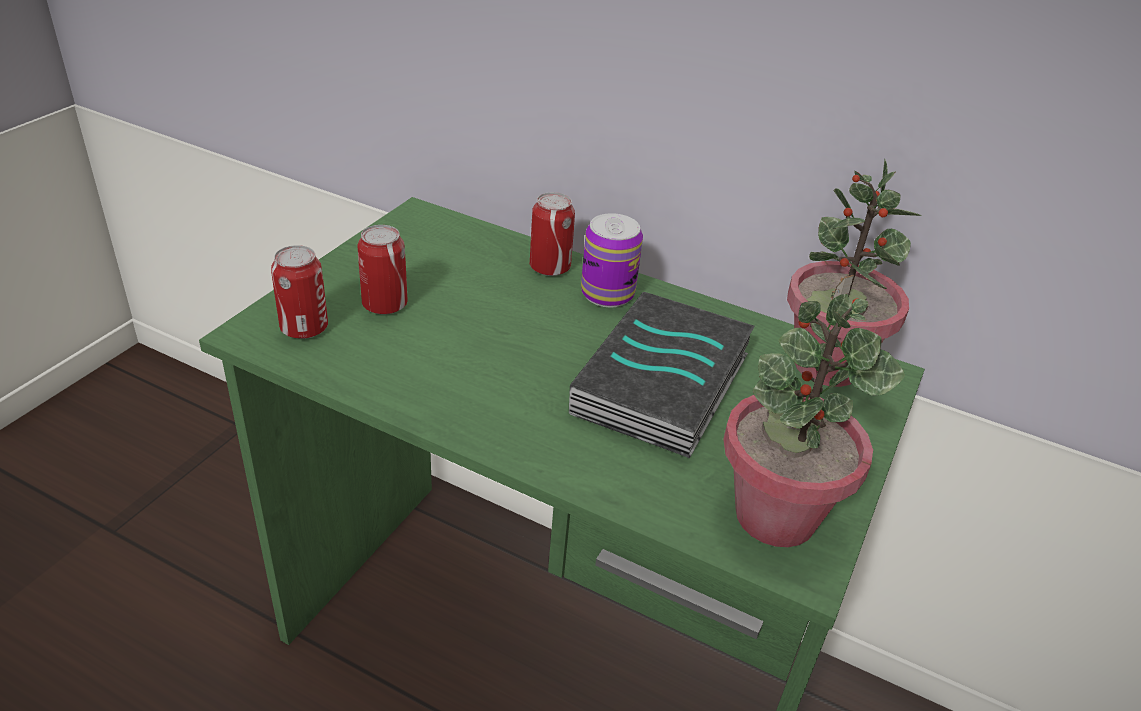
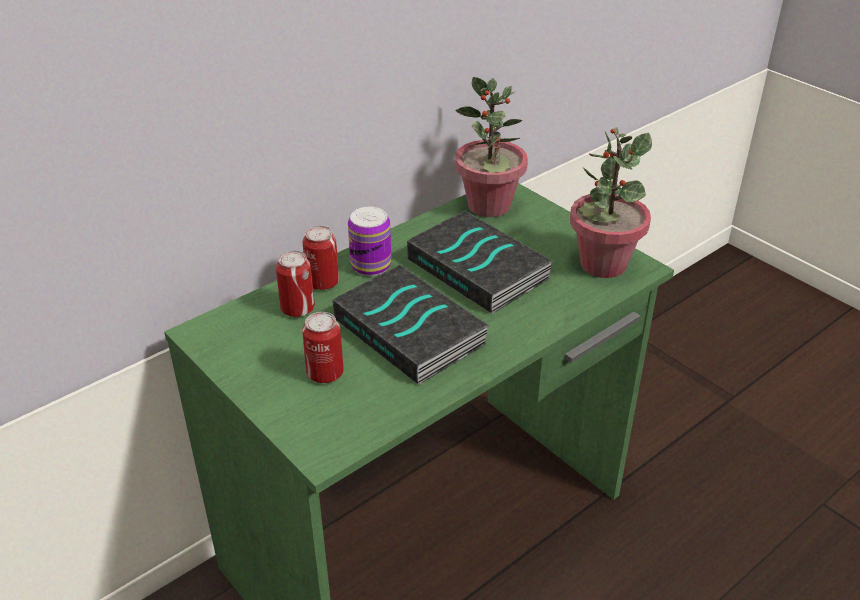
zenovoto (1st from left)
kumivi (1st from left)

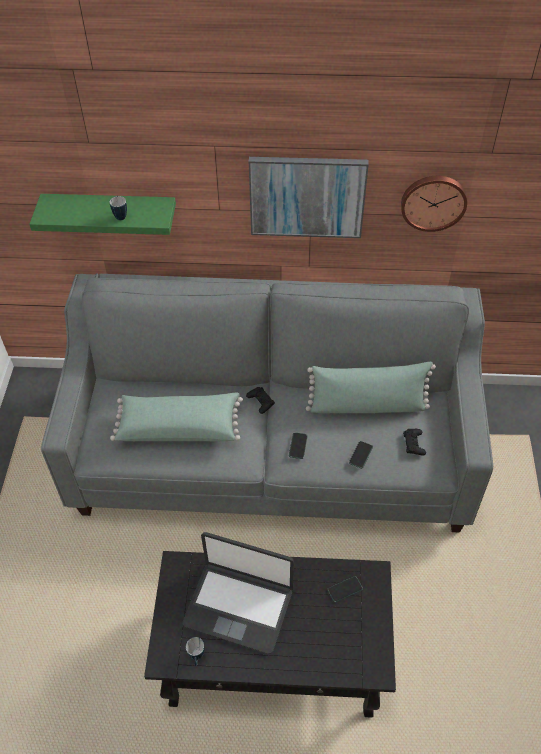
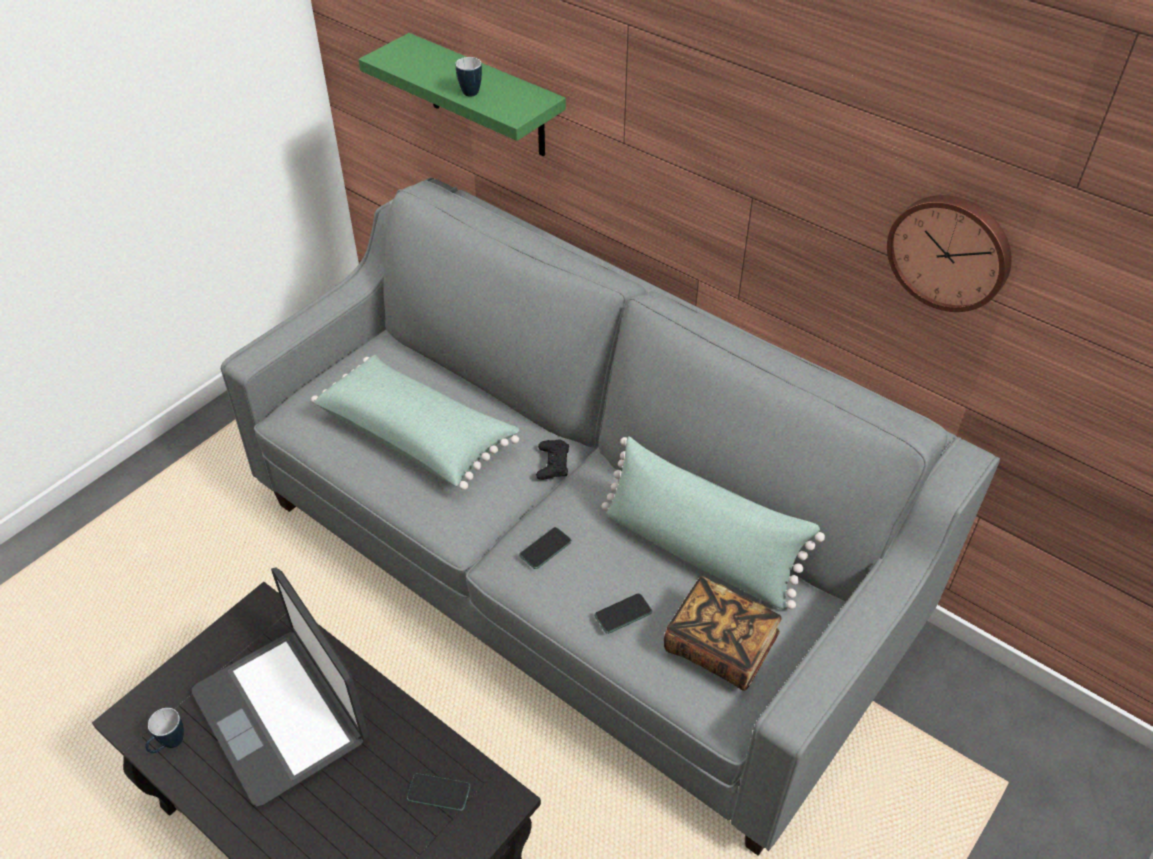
kumivi
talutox

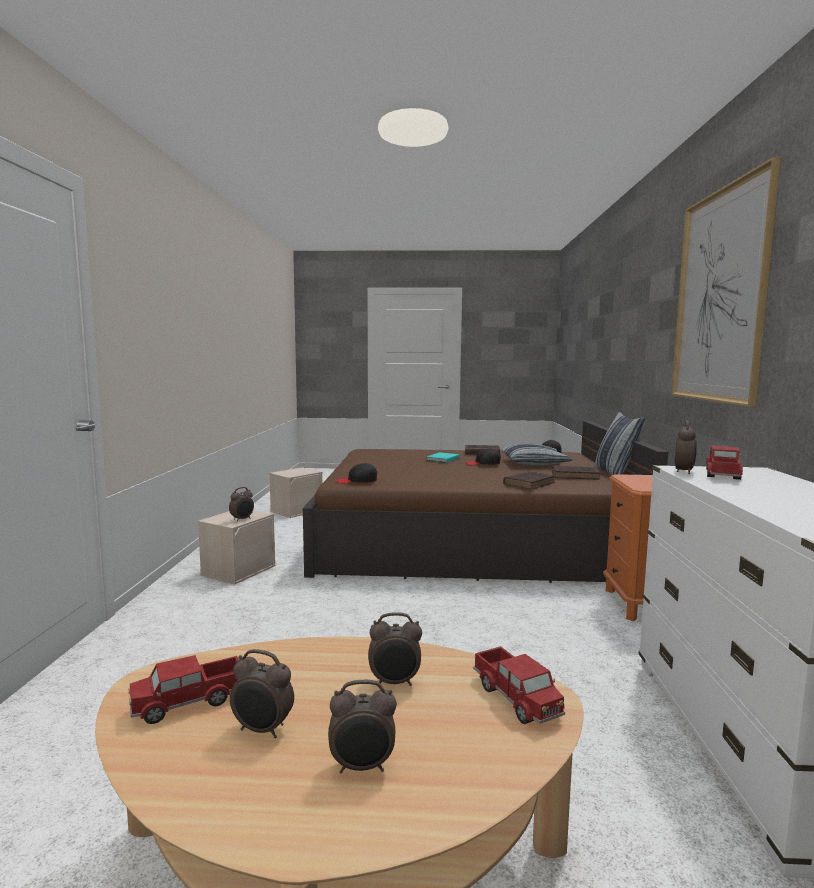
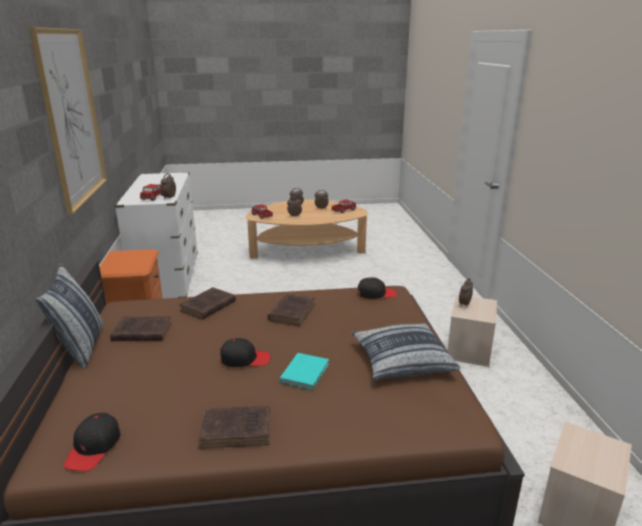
brown kumivi (4th from left)
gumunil (2nd from left)

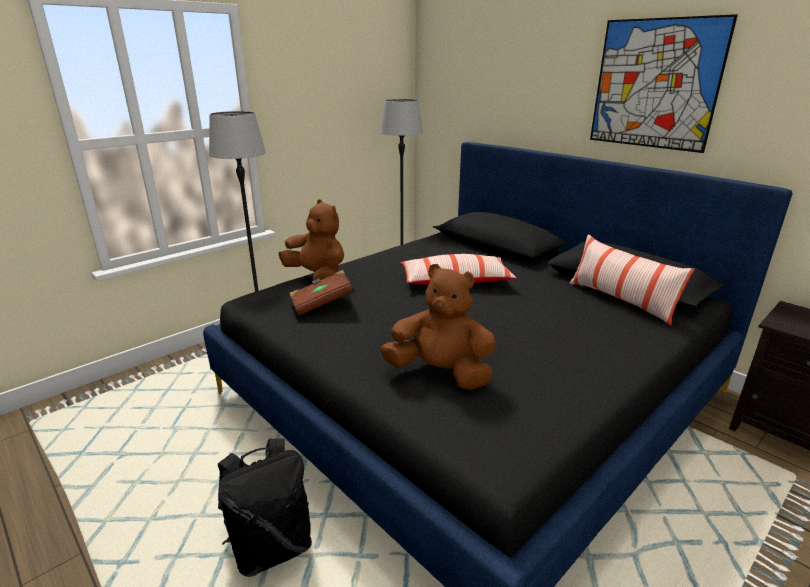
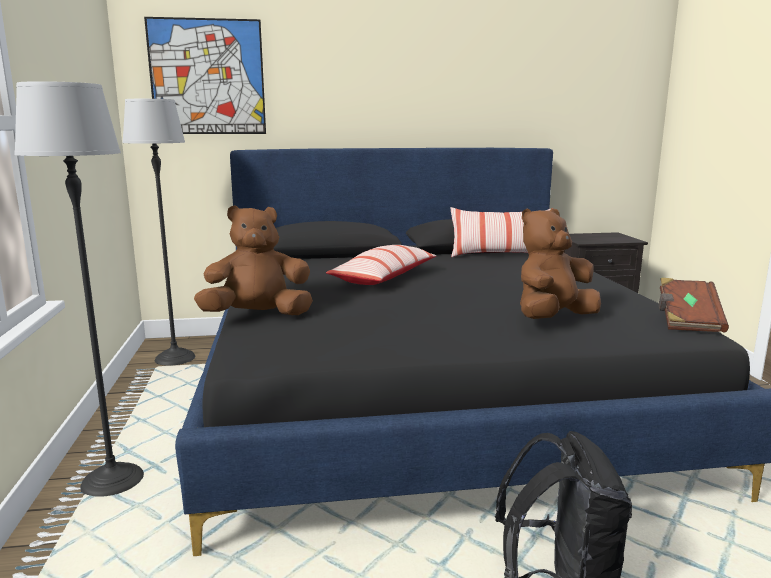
talutox
brown kumivi

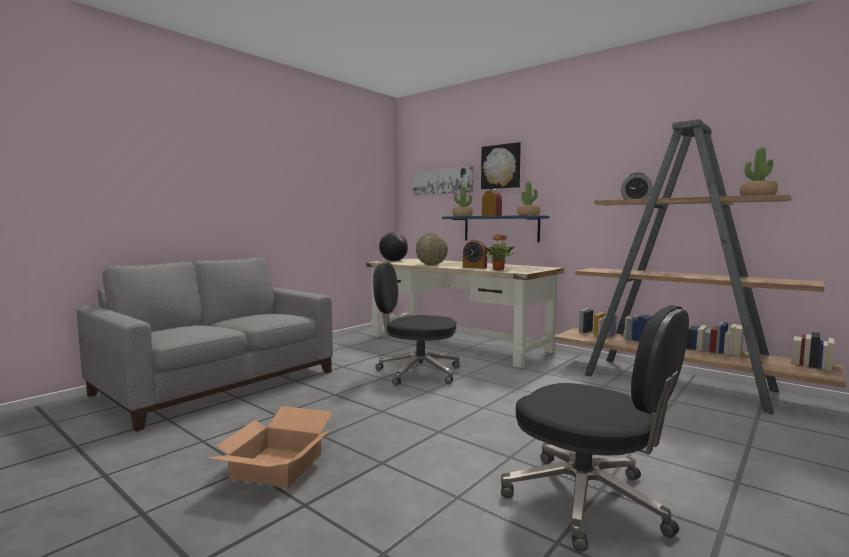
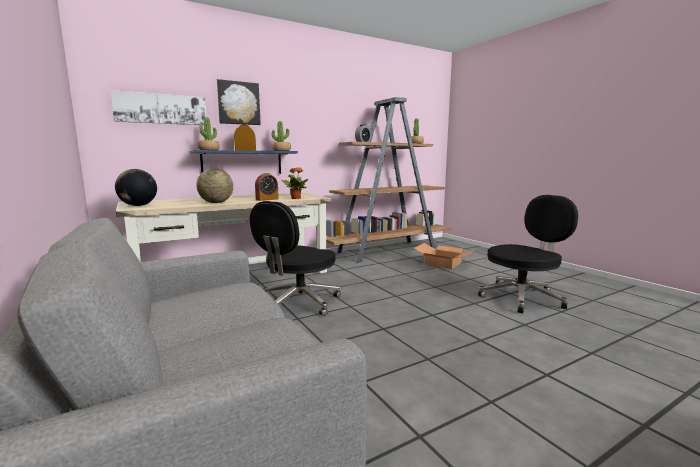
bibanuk

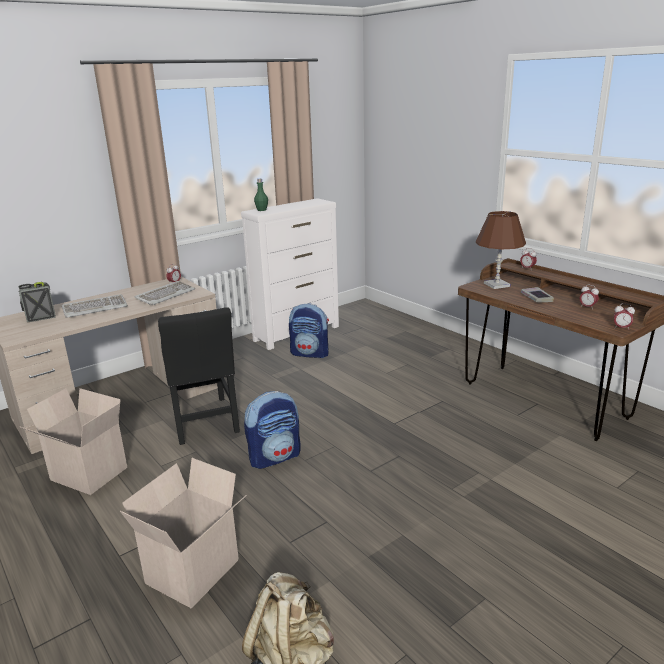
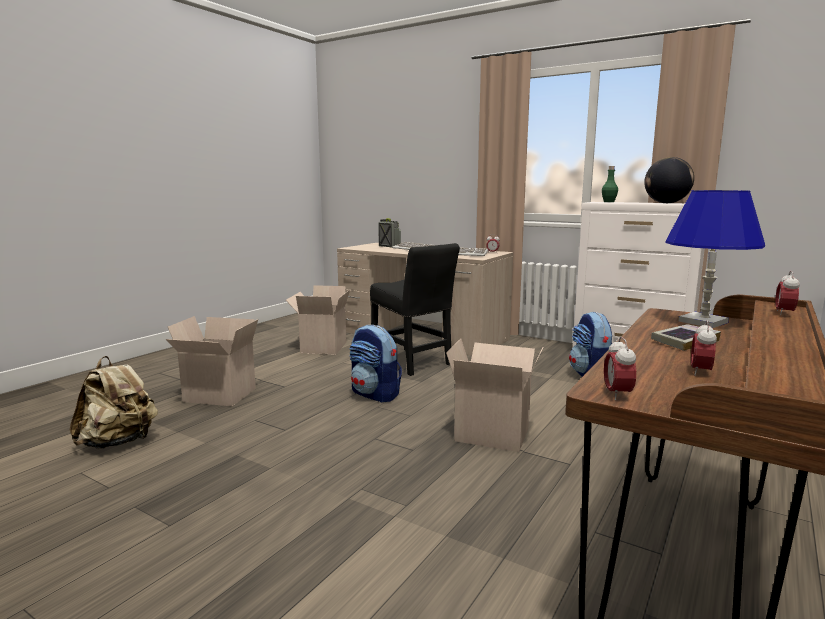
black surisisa
bibanuk (3rd from left)
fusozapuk
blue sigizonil

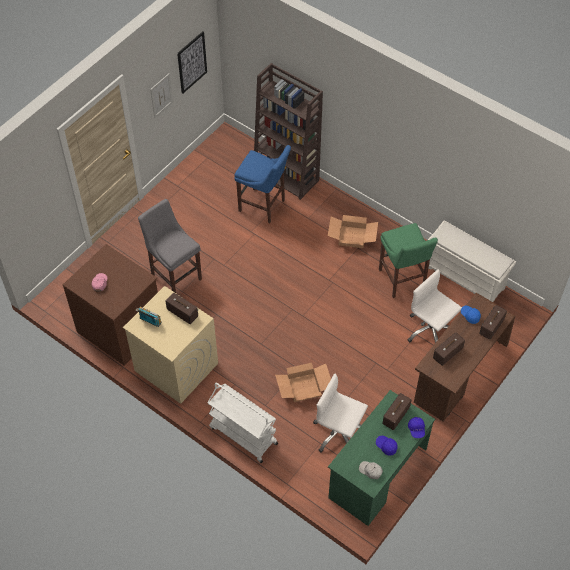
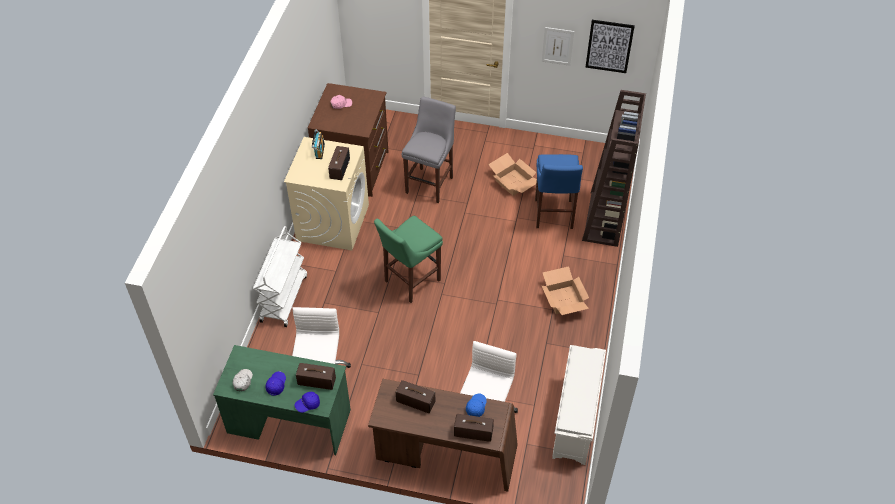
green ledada
bibanuk (1st from left)

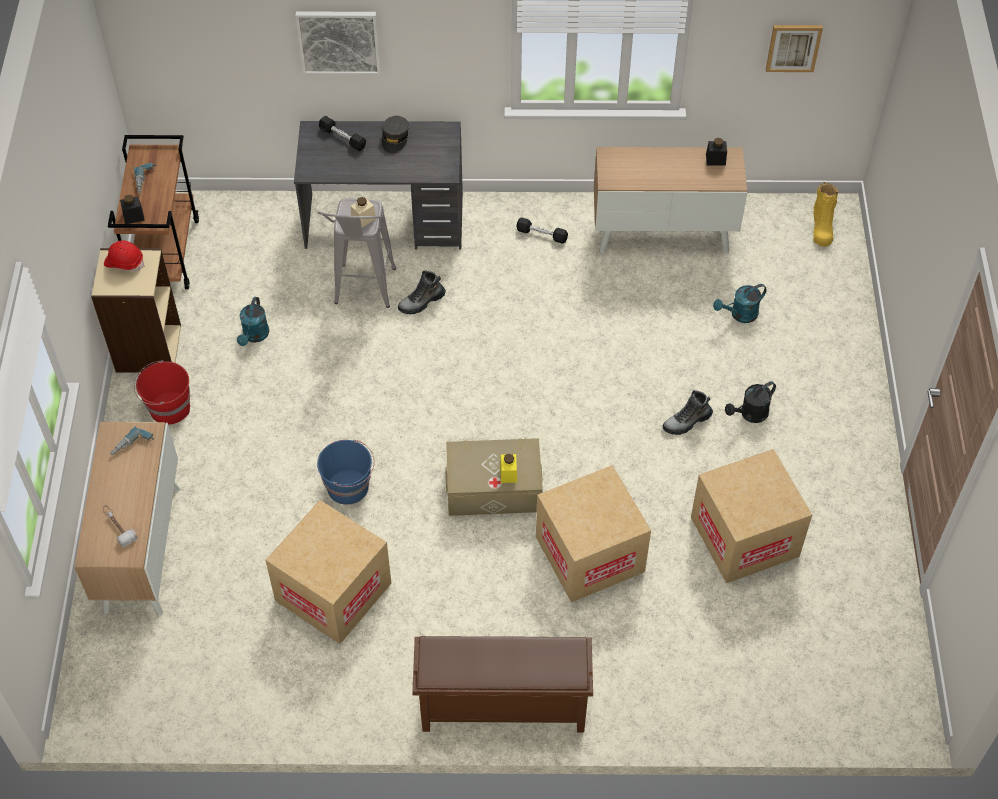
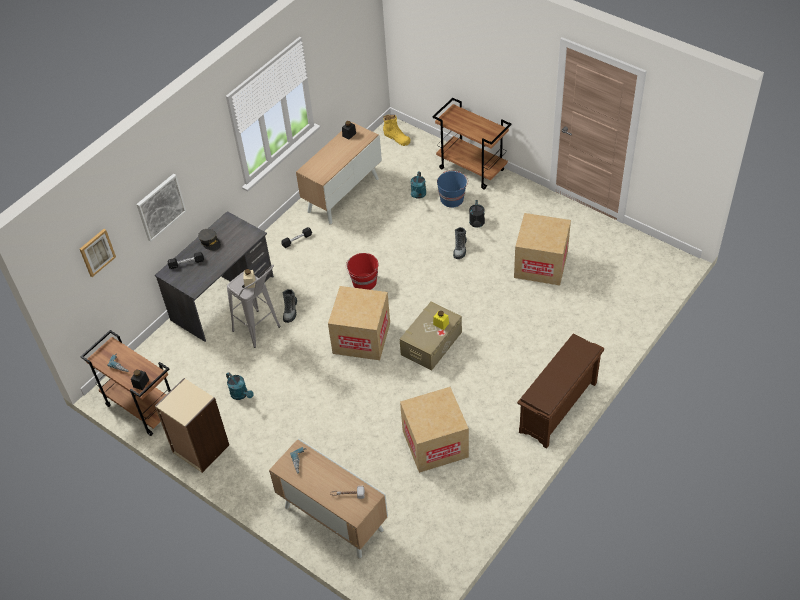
talutox (1st from left)
bibanuk (1st from left)
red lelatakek
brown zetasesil (2nd from left)
blue lelatakek
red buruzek

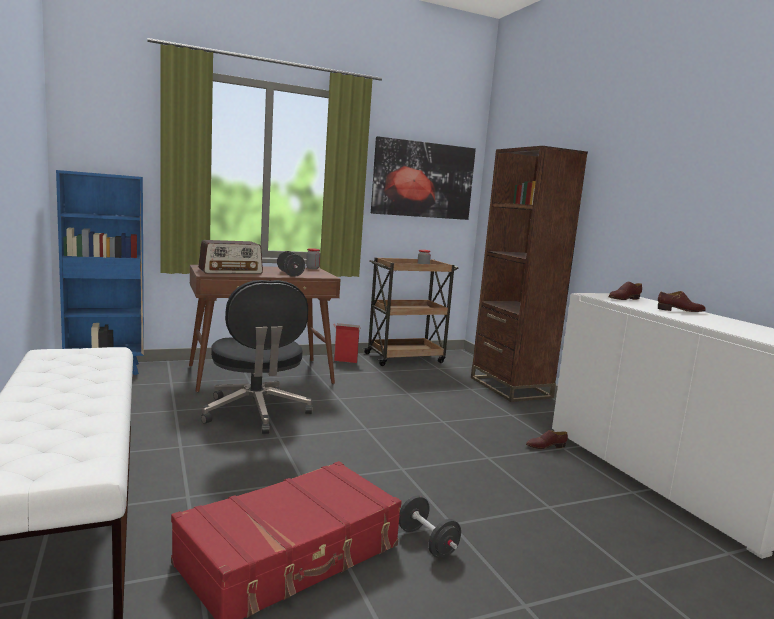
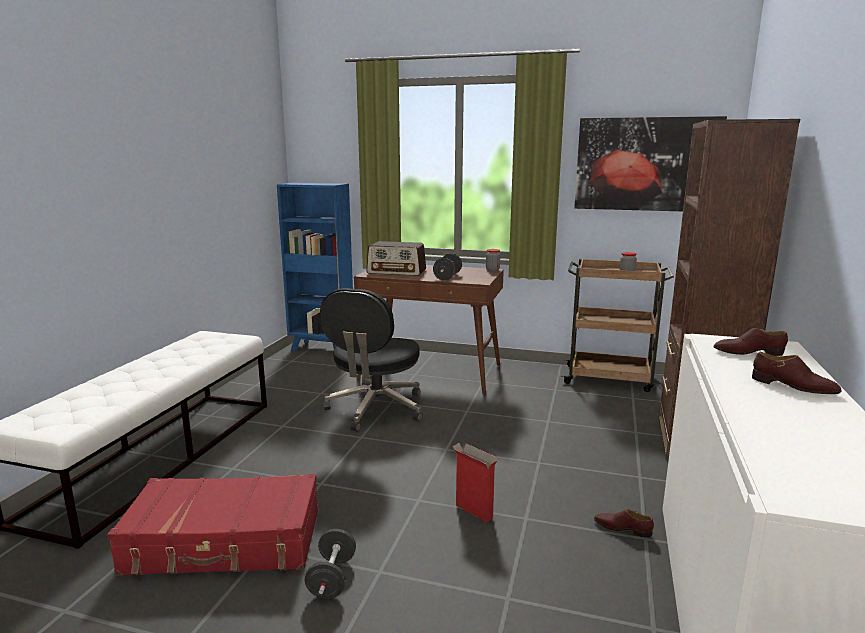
bibanuk

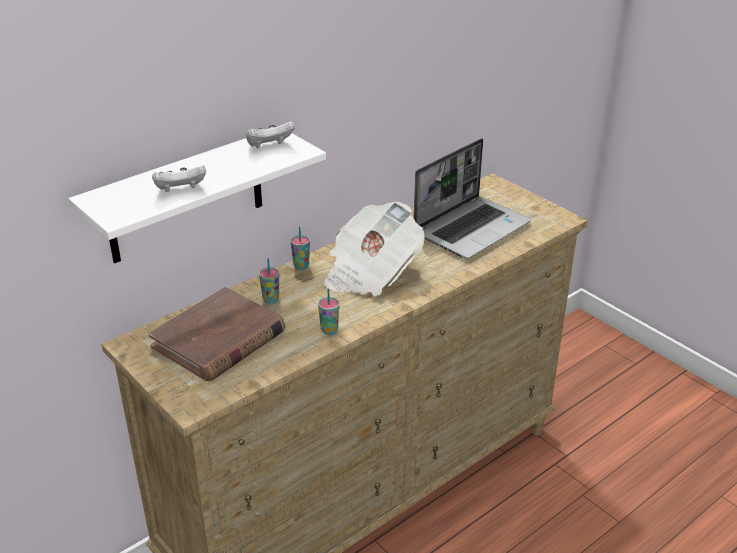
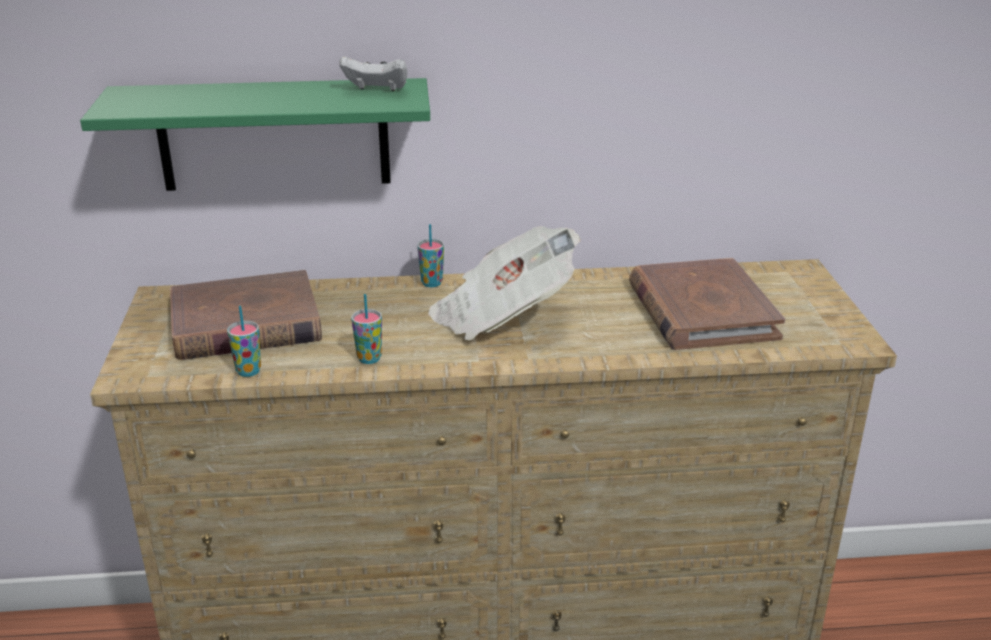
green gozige
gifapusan (1st from left)
brown kumivi (2nd from left)
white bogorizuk (1st from left in the first image)

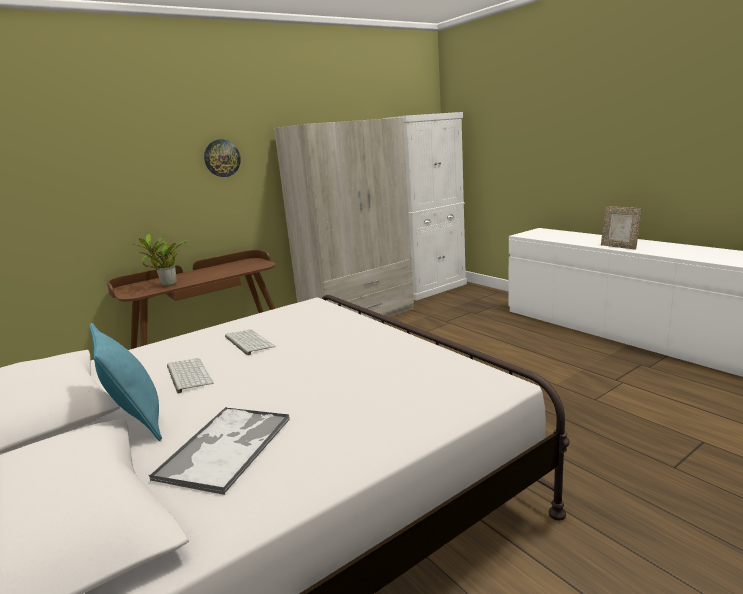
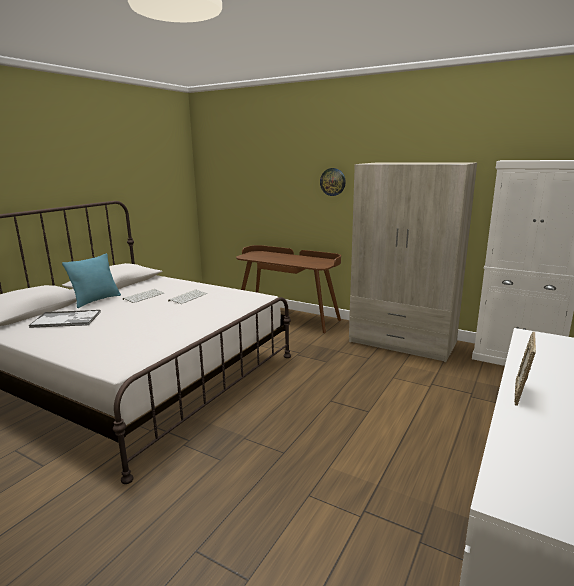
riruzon

